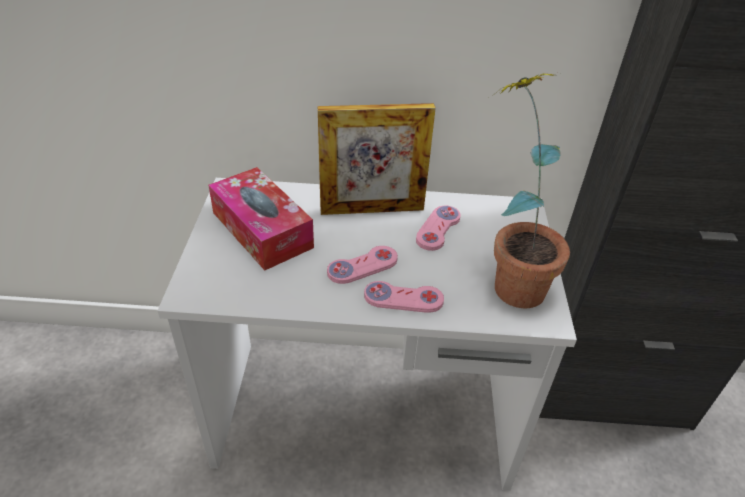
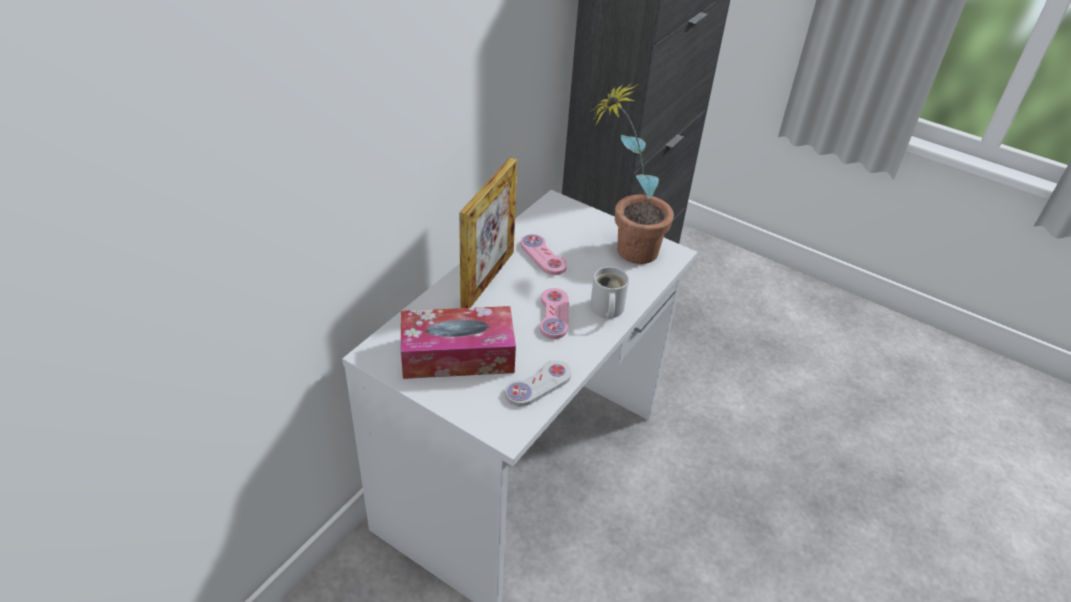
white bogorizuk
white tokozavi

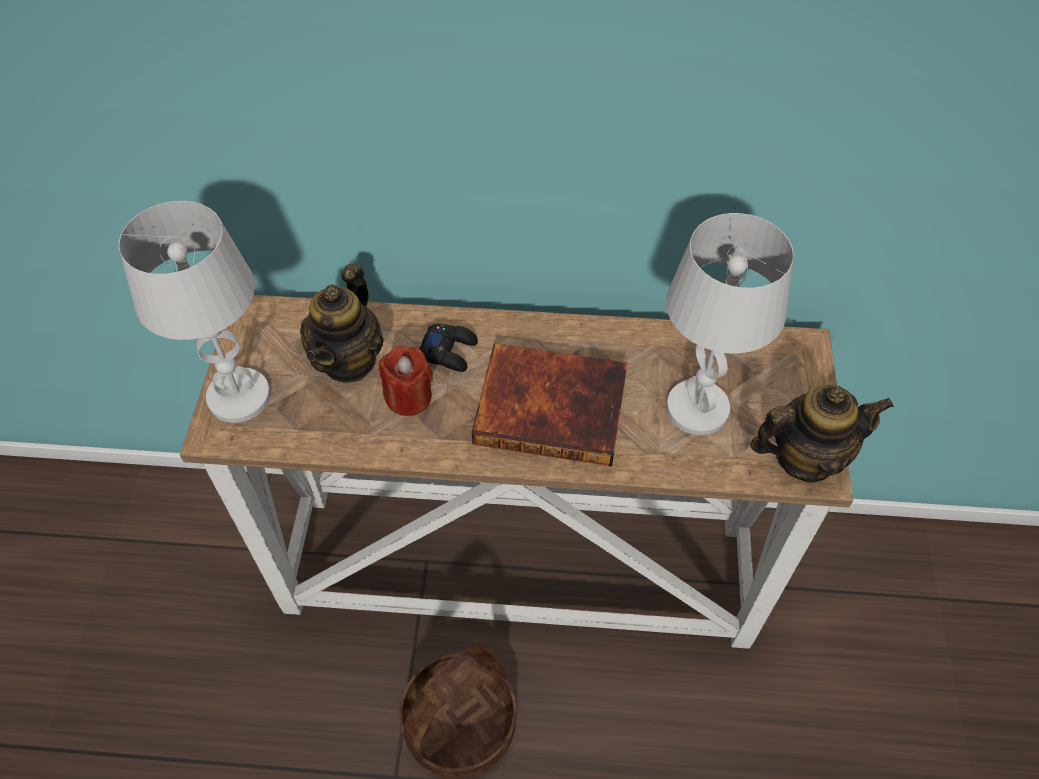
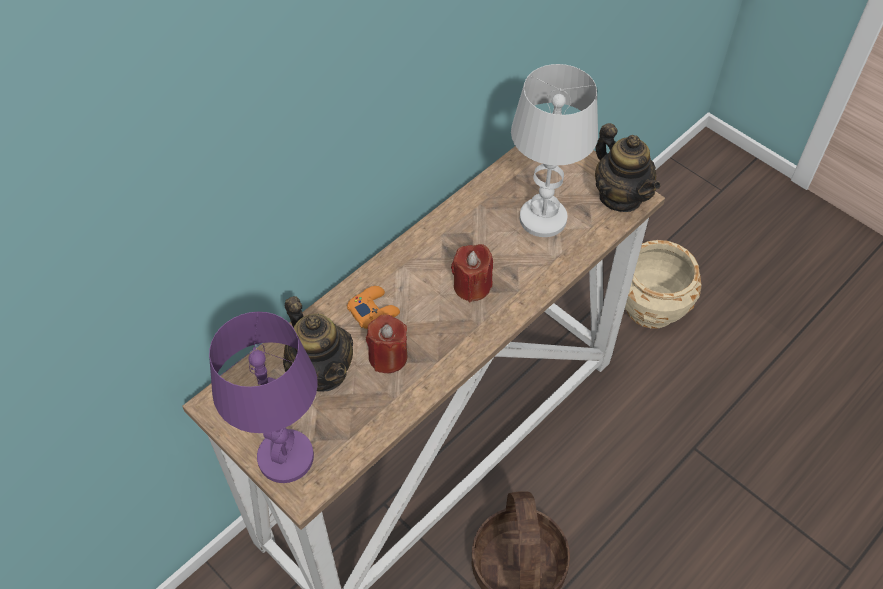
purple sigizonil
orange bogorizuk
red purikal (2nd from left)
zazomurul (2nd from left)
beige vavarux

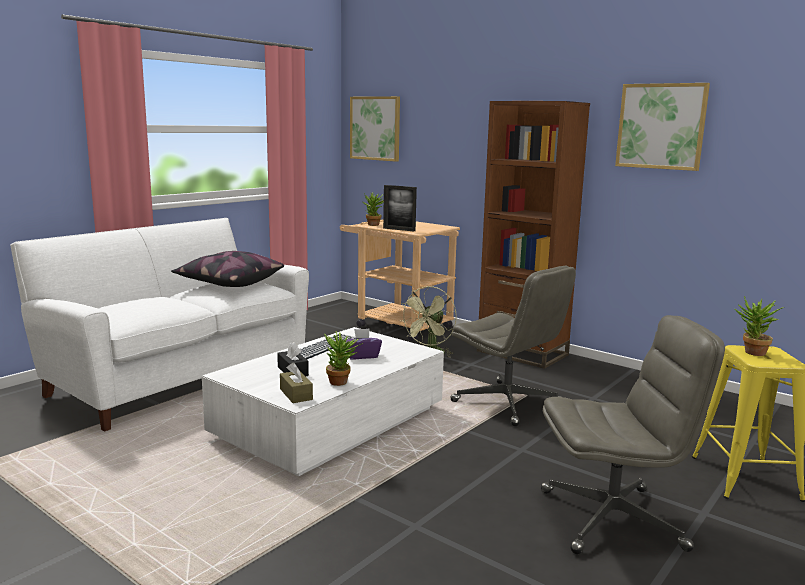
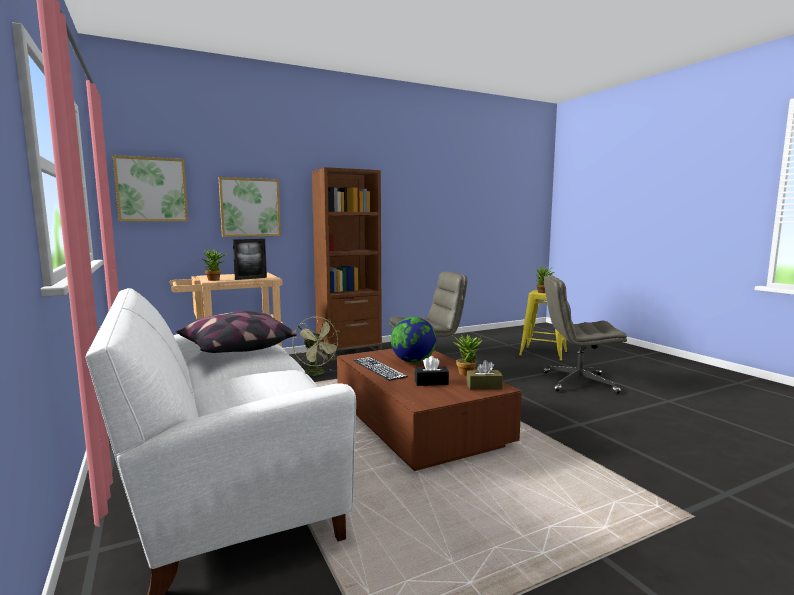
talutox (2nd from left)
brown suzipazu
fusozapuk
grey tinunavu (2nd from left)

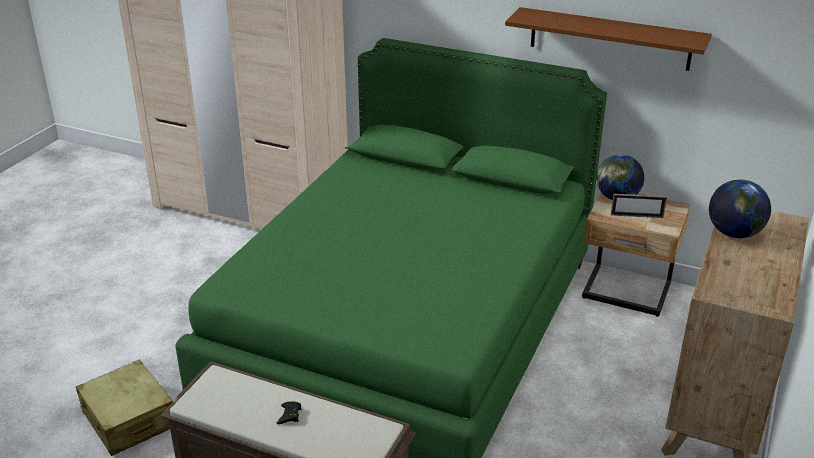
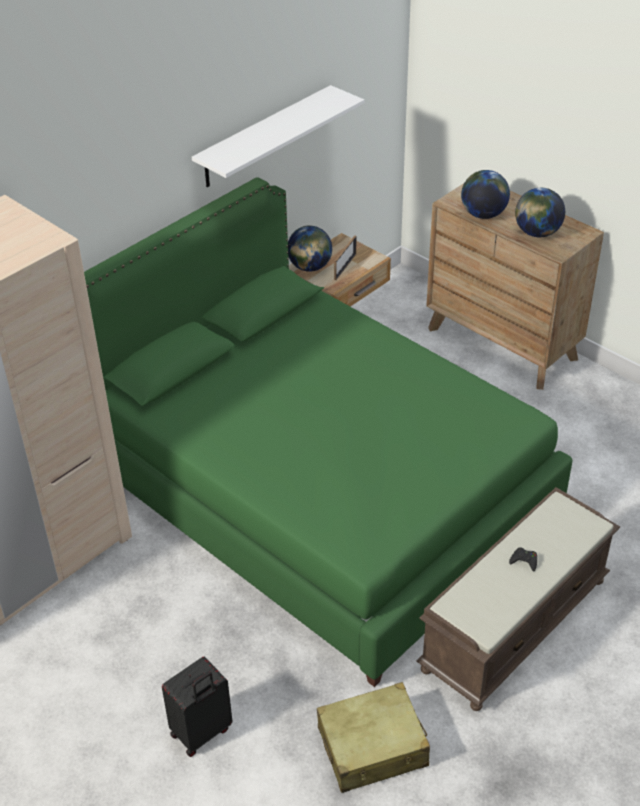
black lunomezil
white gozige
fusozapuk (3rd from left)

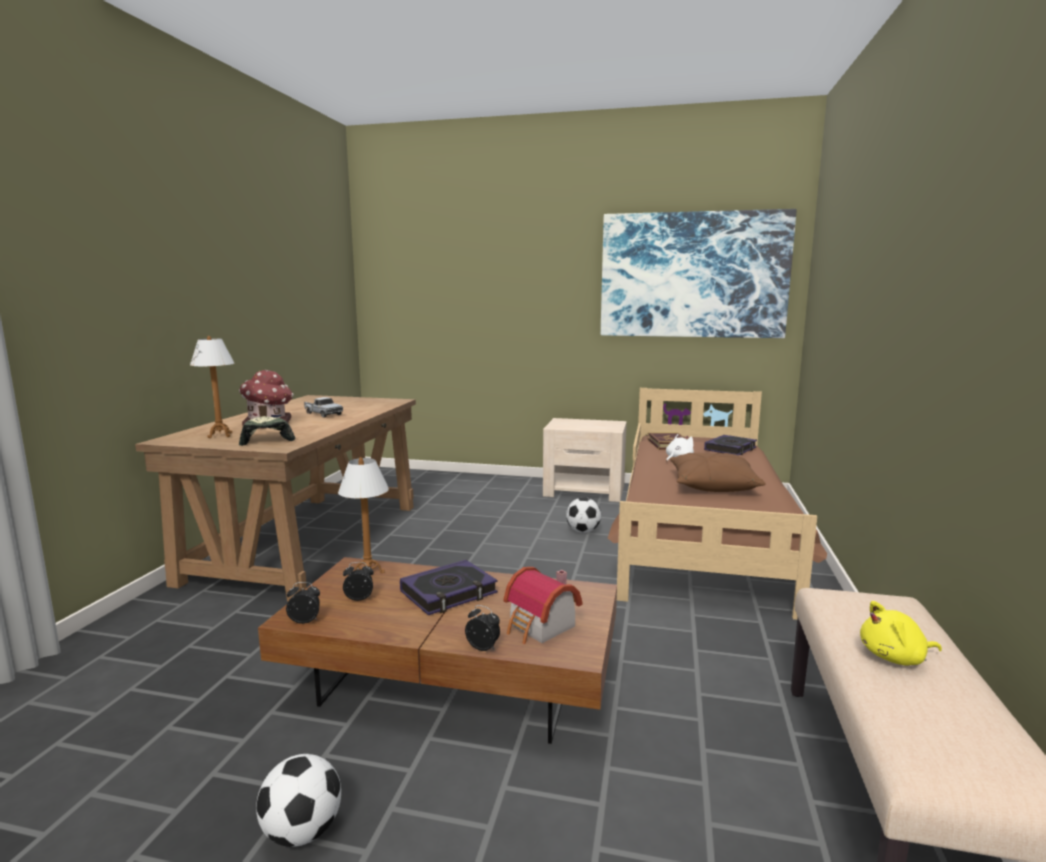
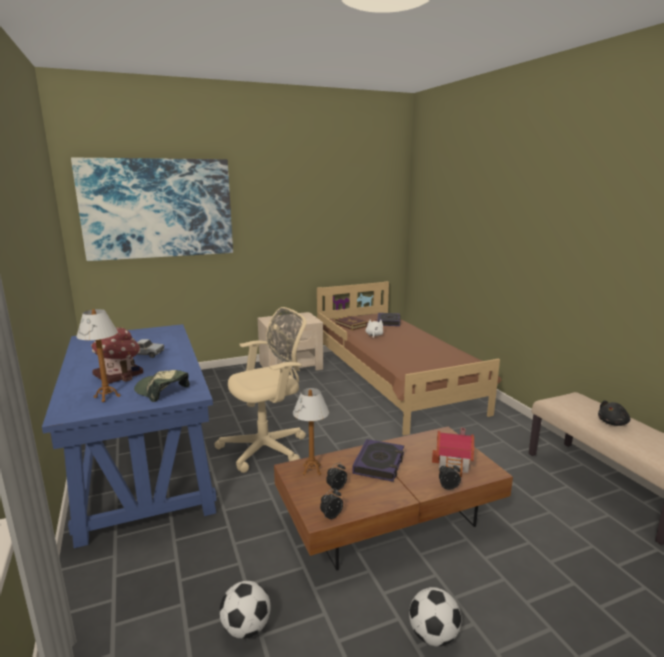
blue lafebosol
talutox
beige tinunavu
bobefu (1st from left)
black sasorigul
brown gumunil

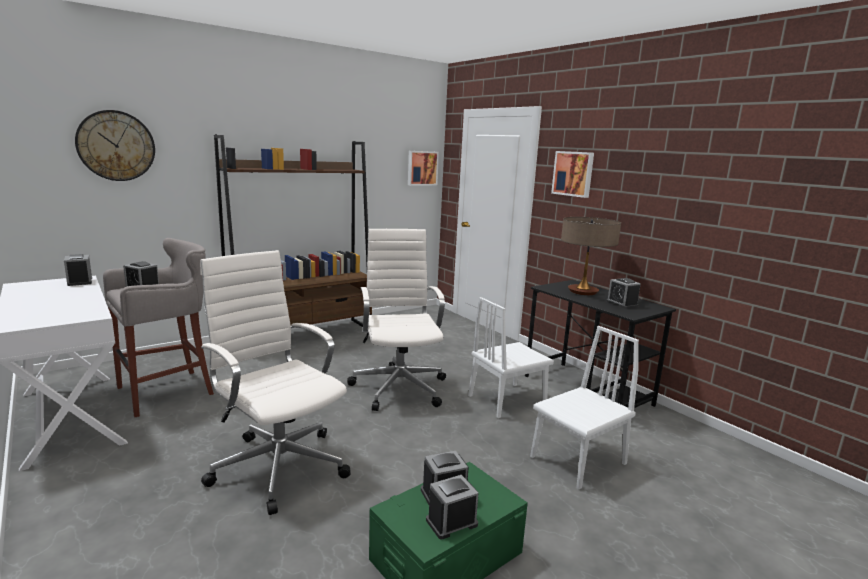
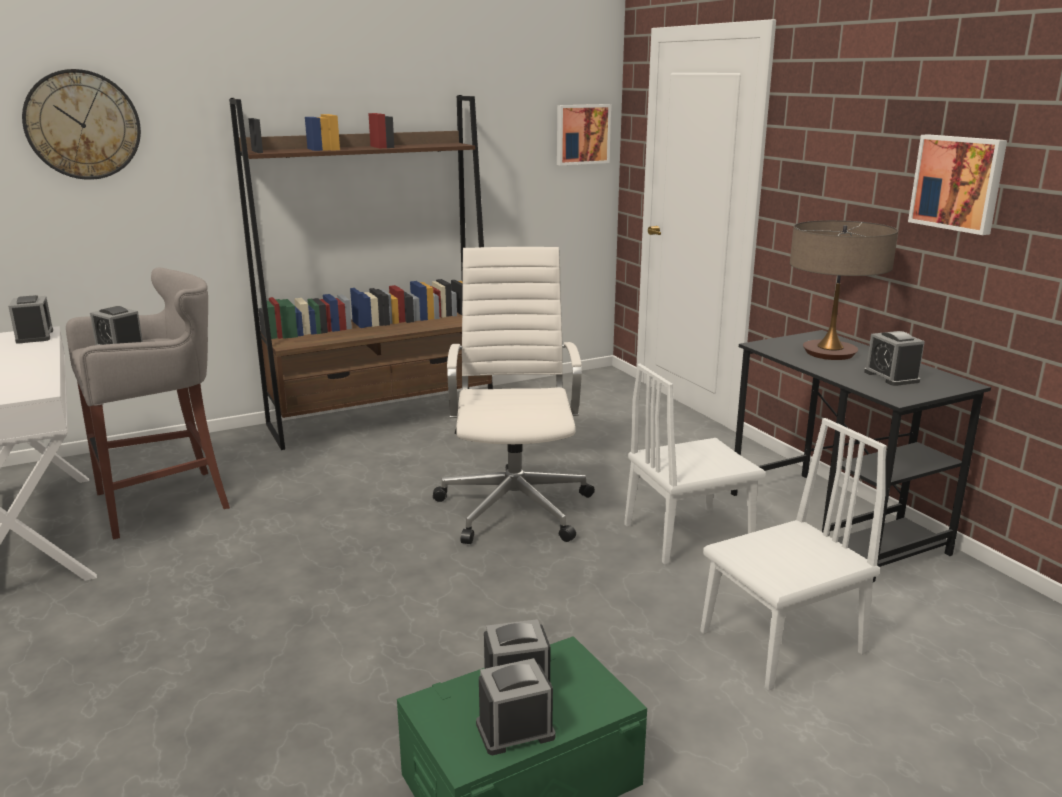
talutox (2nd from left)
white tinunavu (1st from left in the first image)

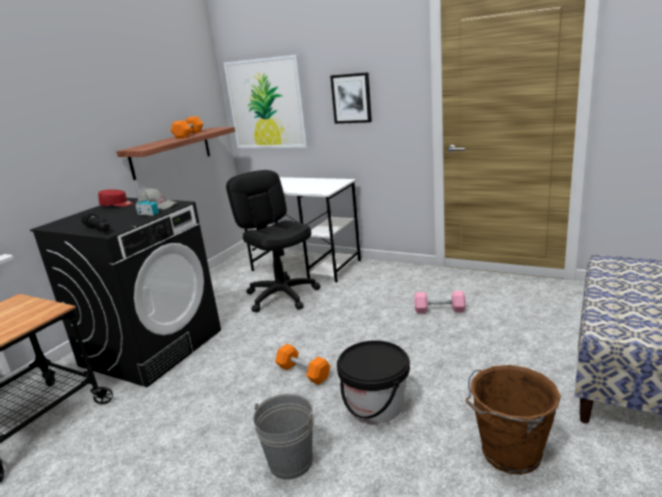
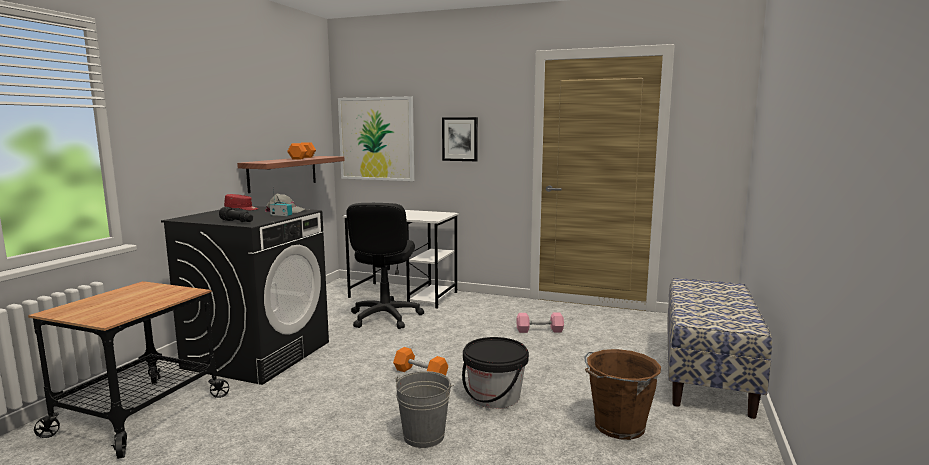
black tinunavu

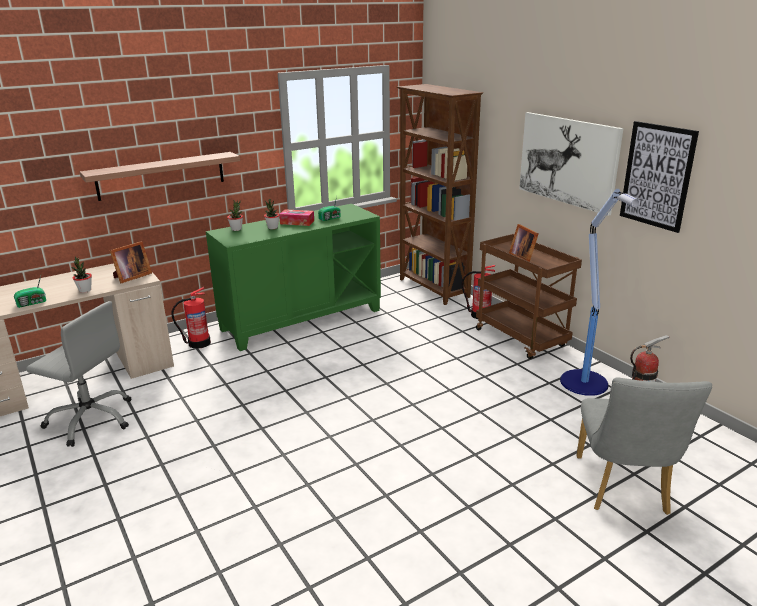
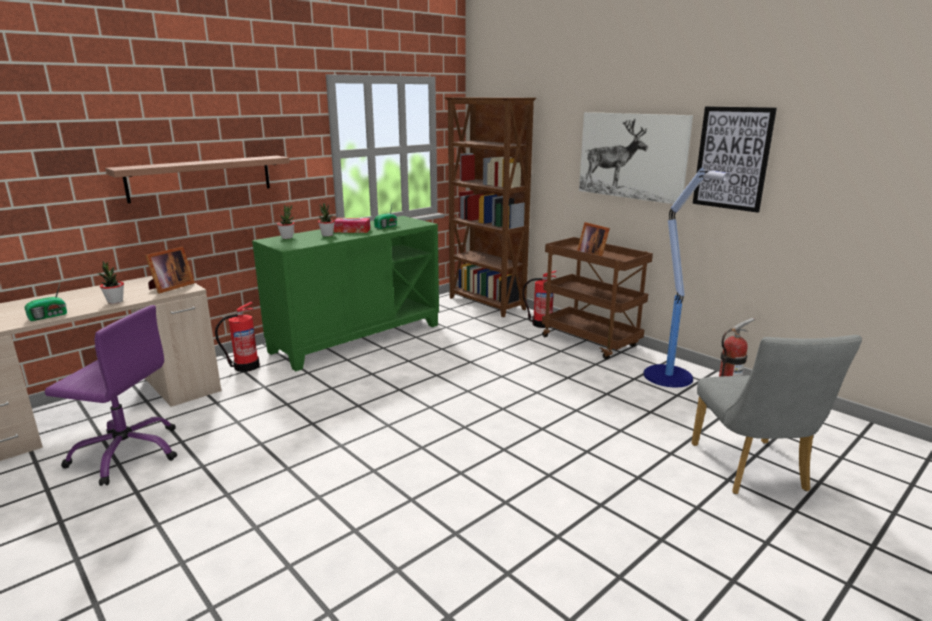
purple tinunavu

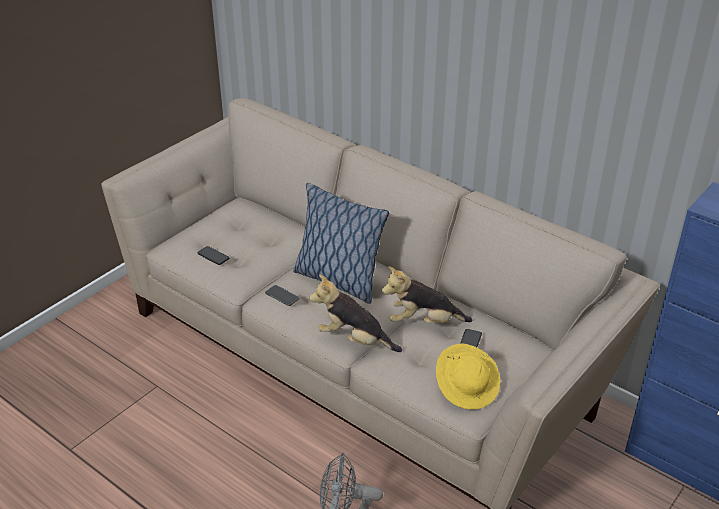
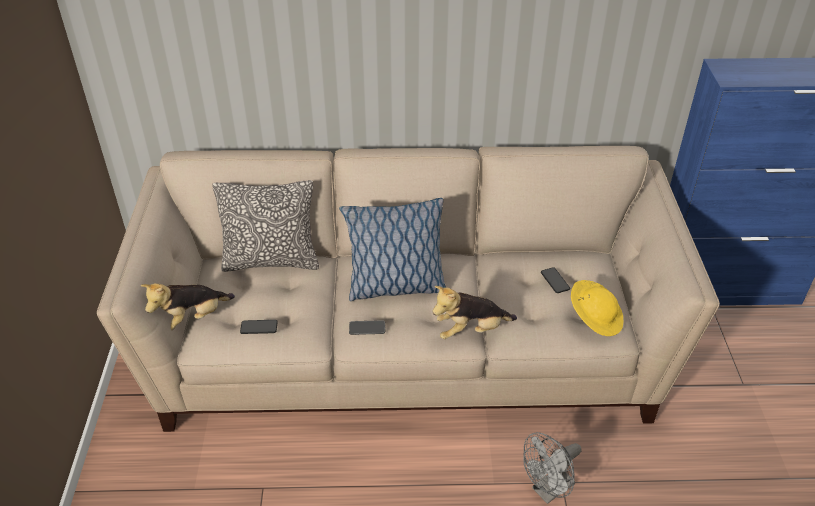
sasorigul (1st from left)
gumunil (1st from left)

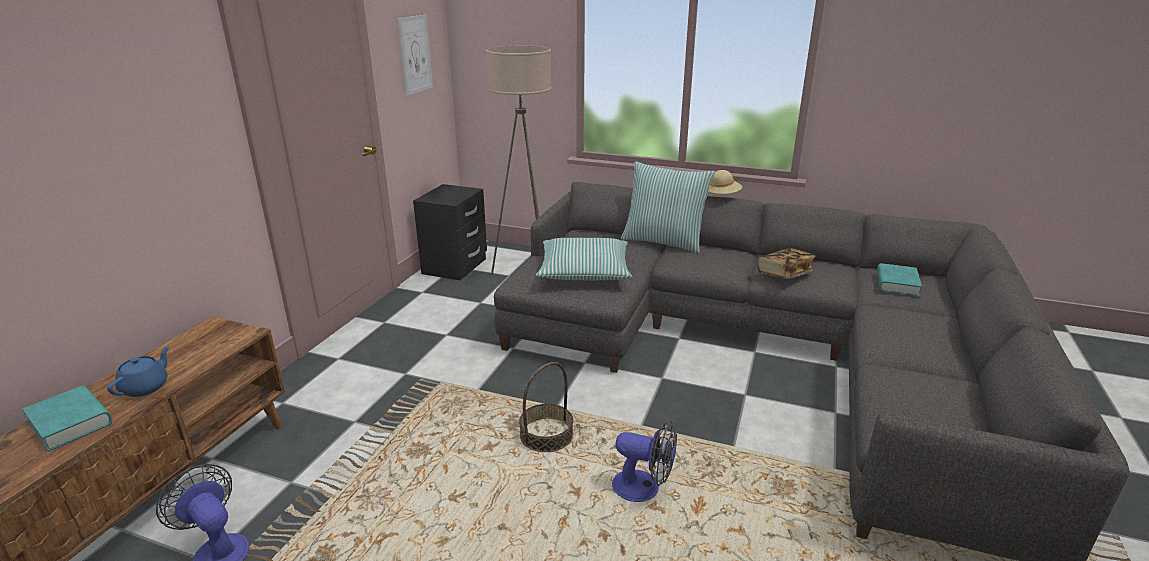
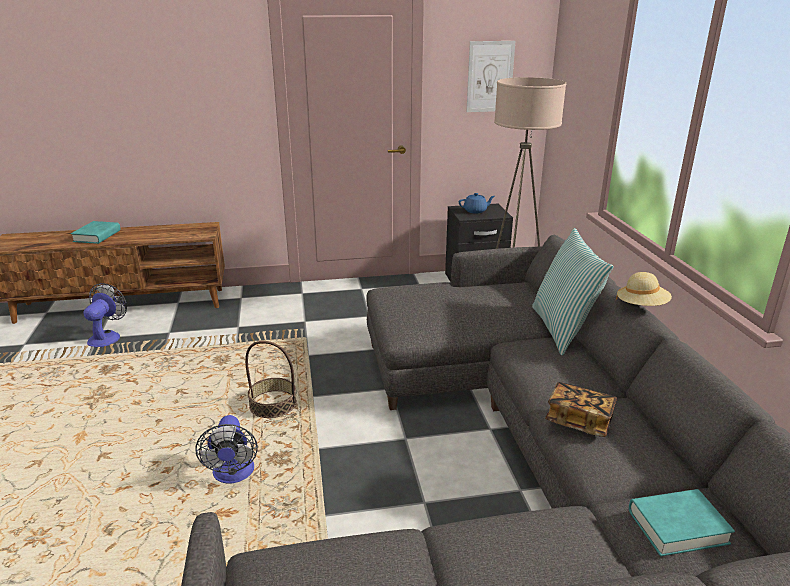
blue zazomurul
gumunil (1st from left in the first image)

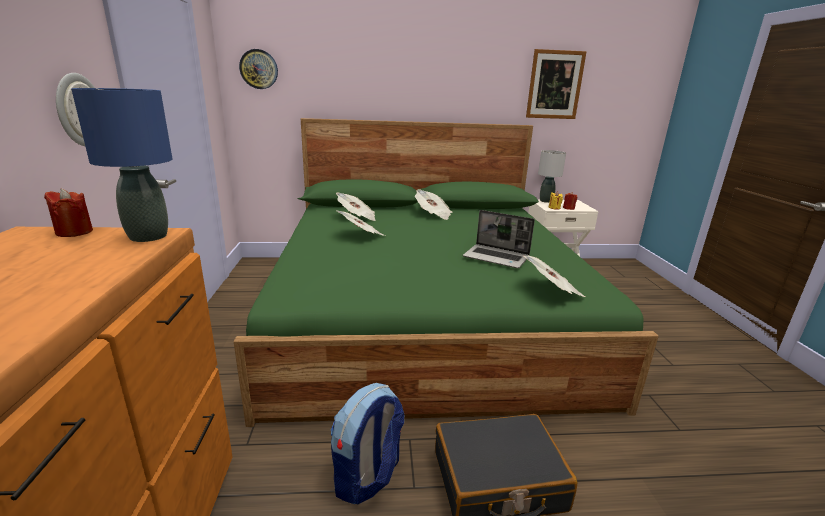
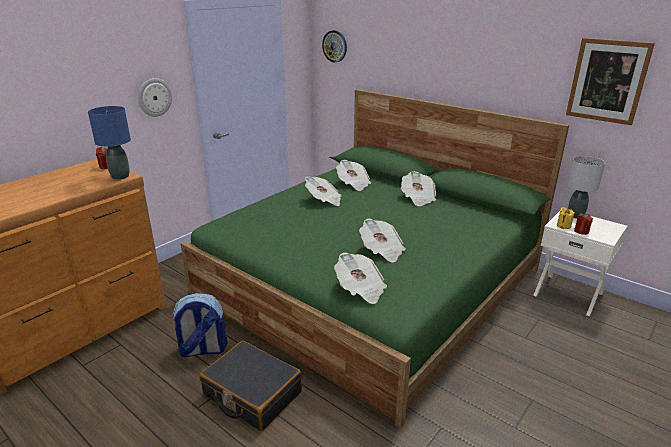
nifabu (4th from left)

